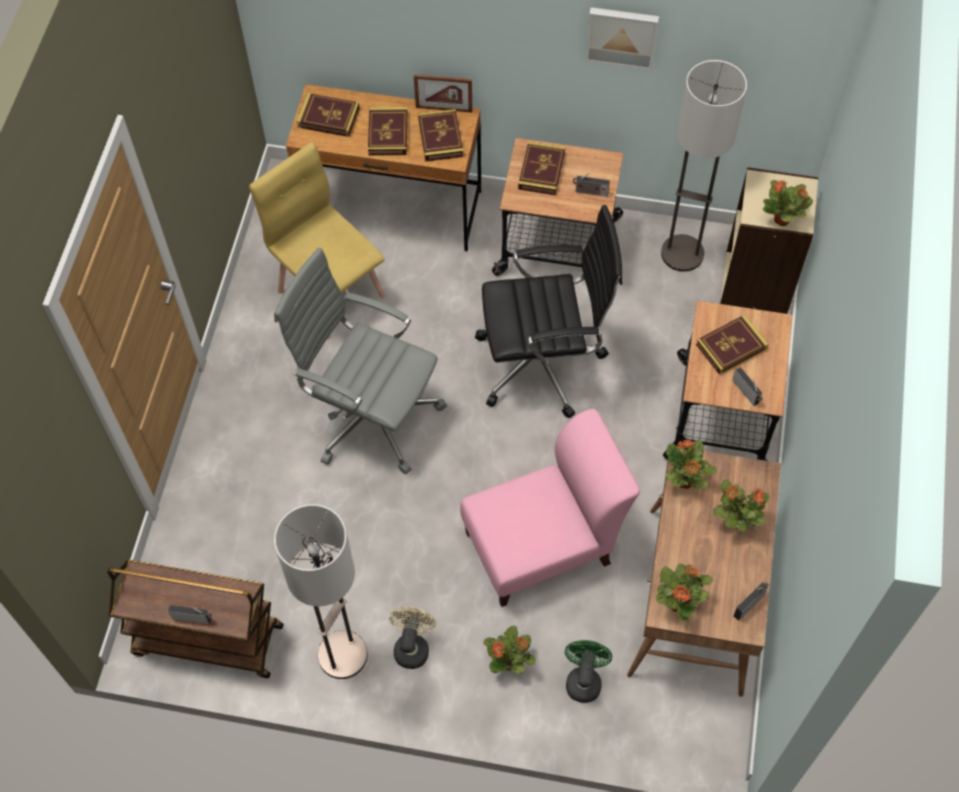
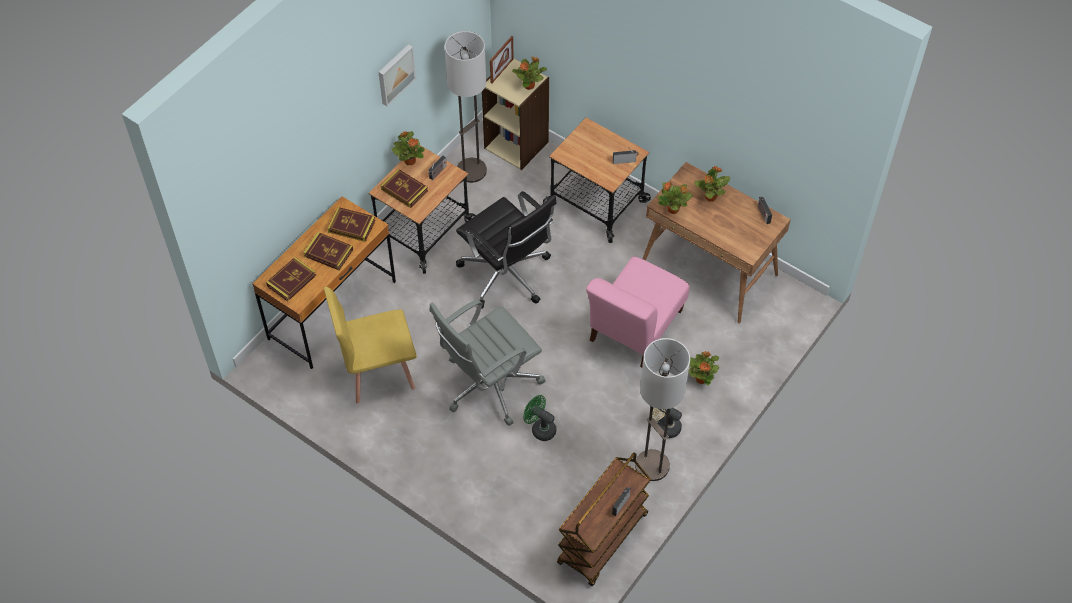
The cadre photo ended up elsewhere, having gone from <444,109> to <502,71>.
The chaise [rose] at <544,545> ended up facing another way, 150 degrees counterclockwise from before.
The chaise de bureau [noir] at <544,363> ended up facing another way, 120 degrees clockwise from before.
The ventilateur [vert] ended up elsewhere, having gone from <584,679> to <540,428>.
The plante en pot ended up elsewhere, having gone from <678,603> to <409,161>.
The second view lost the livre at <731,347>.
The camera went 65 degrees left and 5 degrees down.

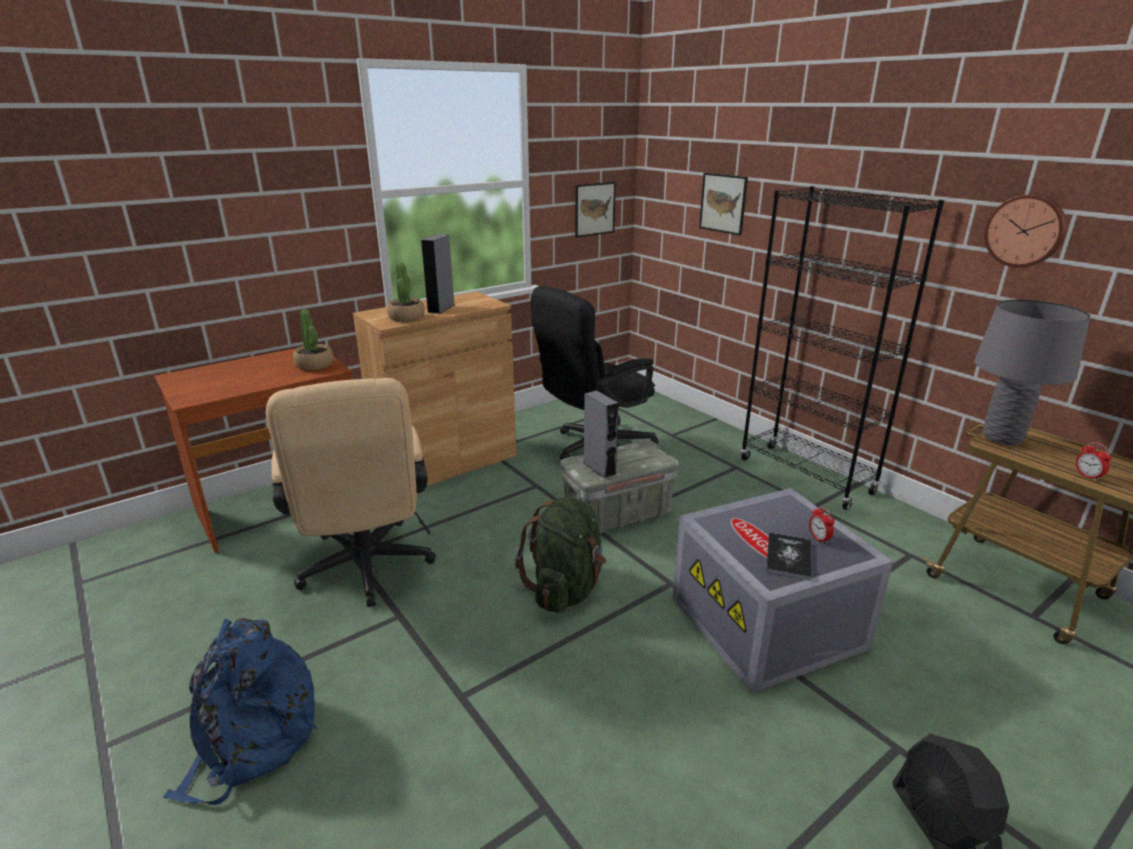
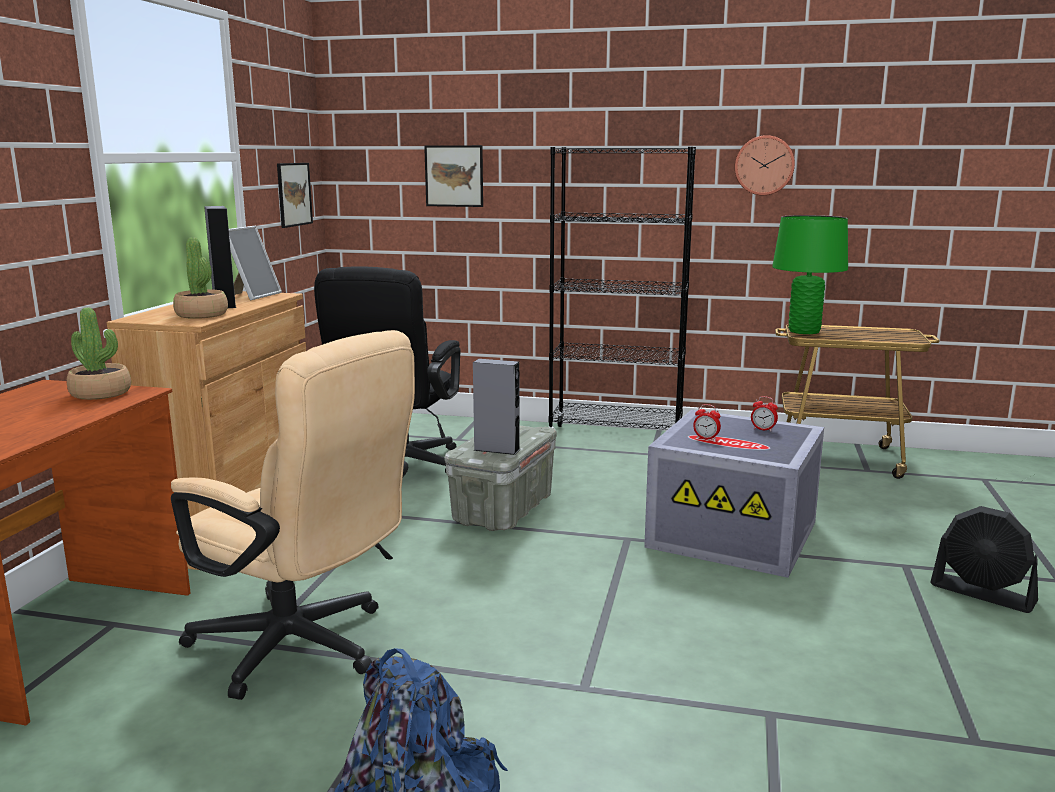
The second view lost the sac à dos [vert] at <565,589>.
The second view lost the livre at <788,557>.
What was the lampe de table [gris] at <1002,438> turned into the lampe de table [vert] at <804,331>.
The réveil ended up elsewhere, having gone from <1087,476> to <706,438>.
The second view gained the cadre photo at <253,295>.
The camera went 40 degrees left and 10 degrees down.

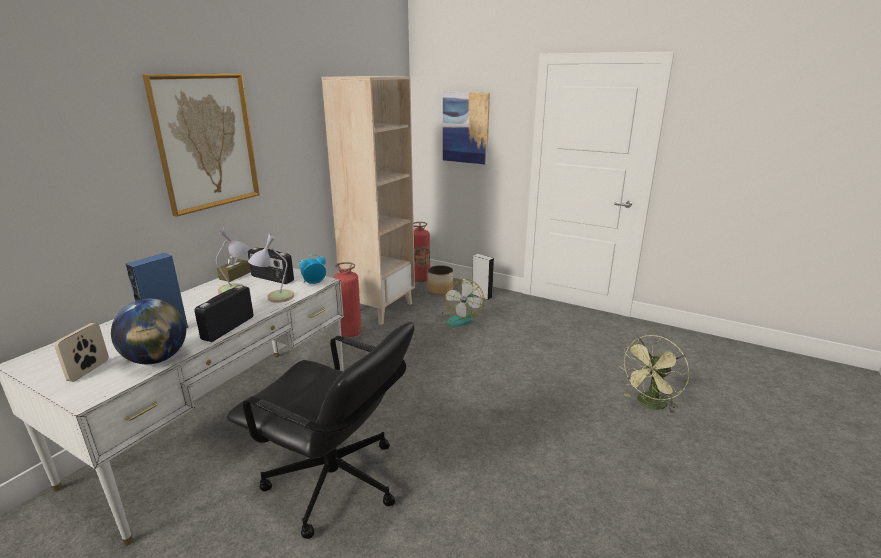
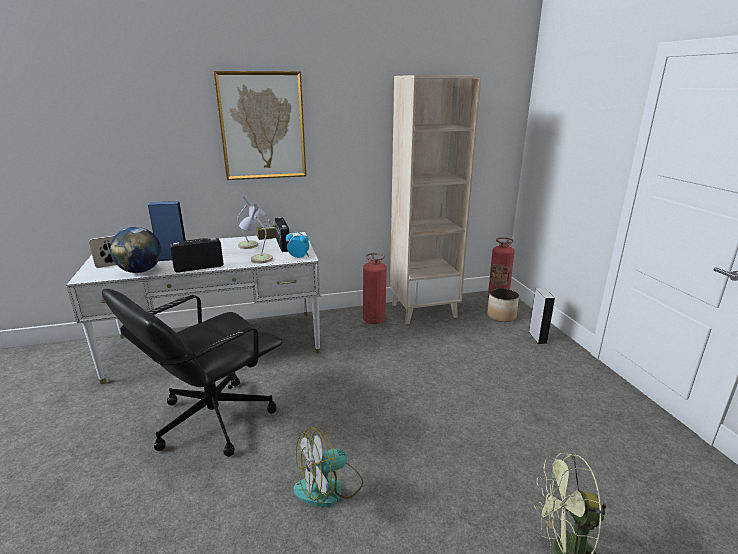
The chaise de bureau [noir] at <334,483> ended up facing another way, 60 degrees clockwise from before.
The ventilateur ended up elsewhere, having gone from <461,318> to <329,487>.
The second view lost the tableau at <465,128>.
The camera went 45 degrees right and 0 degrees up.

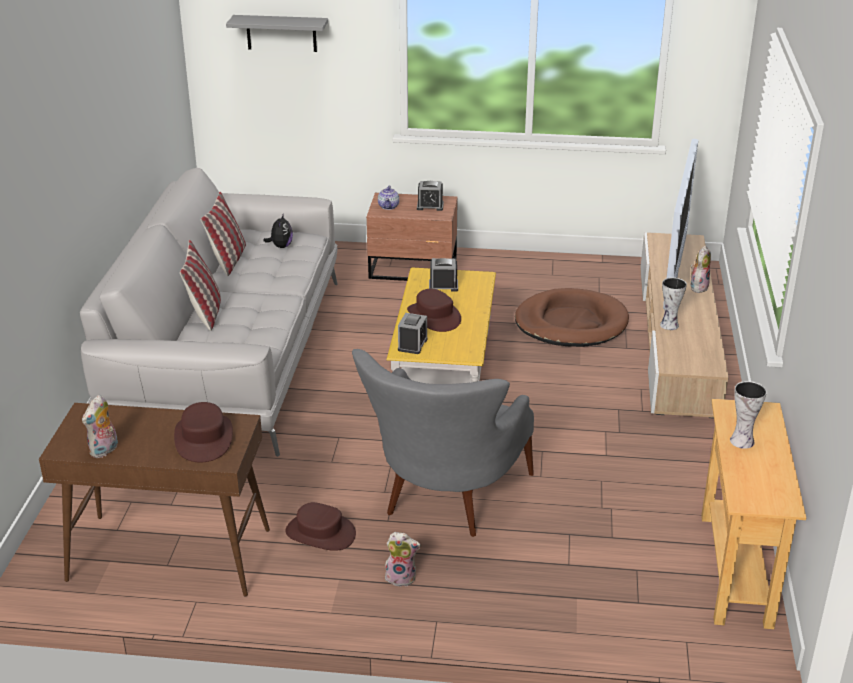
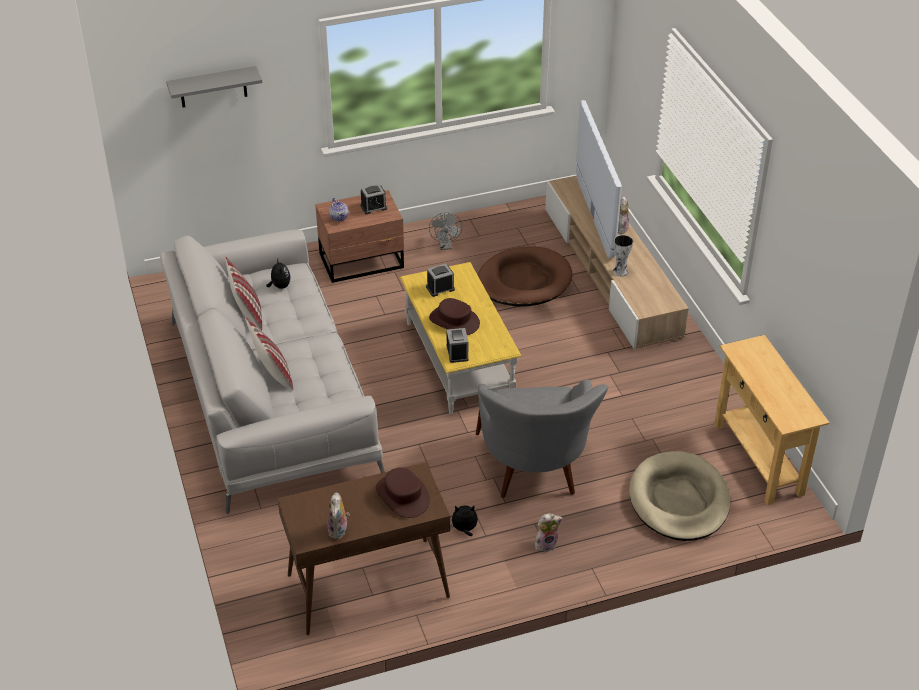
Where the chapeau [marron] stood at <320,533>, the peluche came to stand at <464,529>.
The second view lost the vase at <741,440>.
The second view gained the ventilateur [gris] at <445,246>.
The second view gained the panier pour chien [beige] at <679,500>.
The camera went 25 degrees left and 10 degrees up.

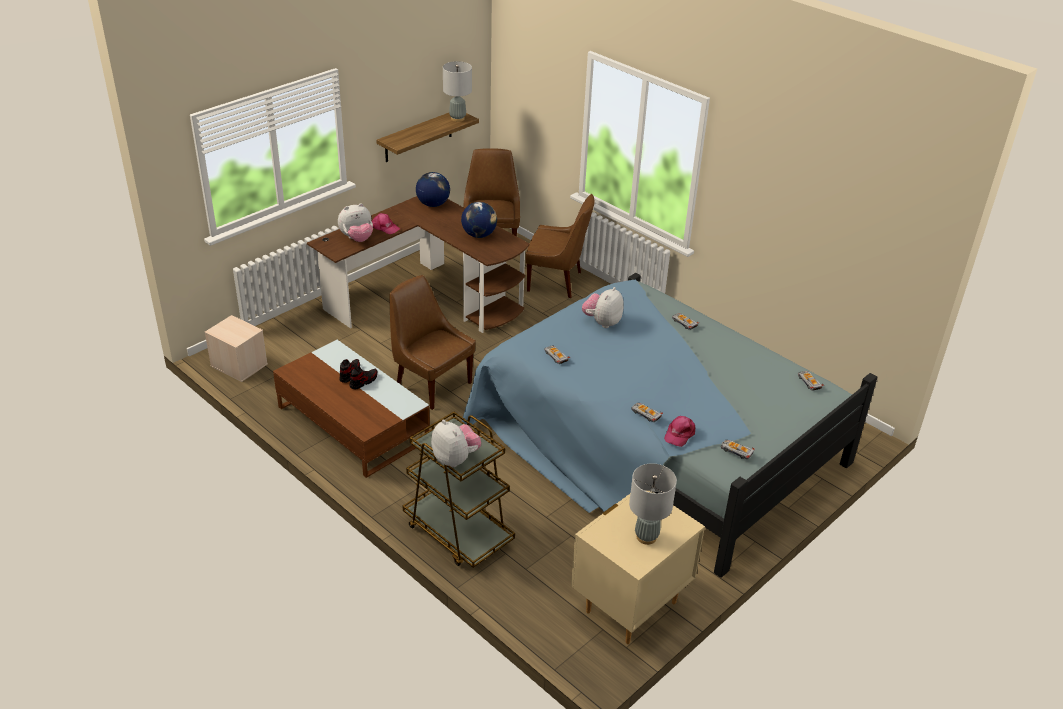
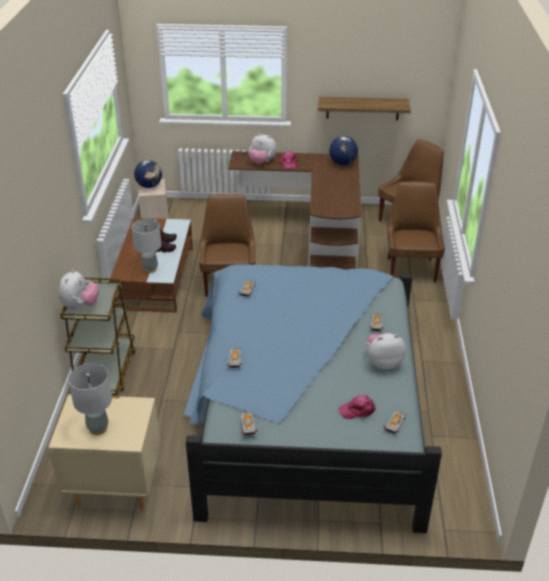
The lampe de table [gris] ended up elsewhere, having gone from <457,118> to <150,269>.
The globe ended up elsewhere, having gone from <479,235> to <149,186>.
The chaise [marron] at <557,282> ended up facing another way, 150 degrees counterclockwise from before.
The peluche ended up elsewhere, having gone from <602,322> to <383,362>.
The casquette [rose] ended up elsewhere, having gone from <679,434> to <358,410>.
The camera went 50 degrees right and 0 degrees up.

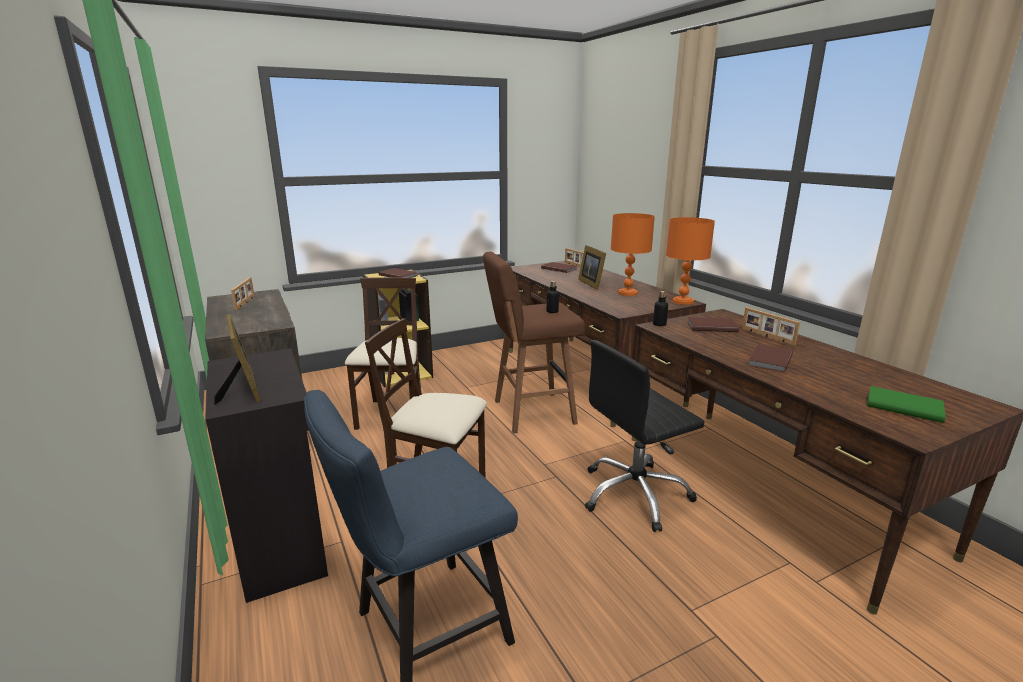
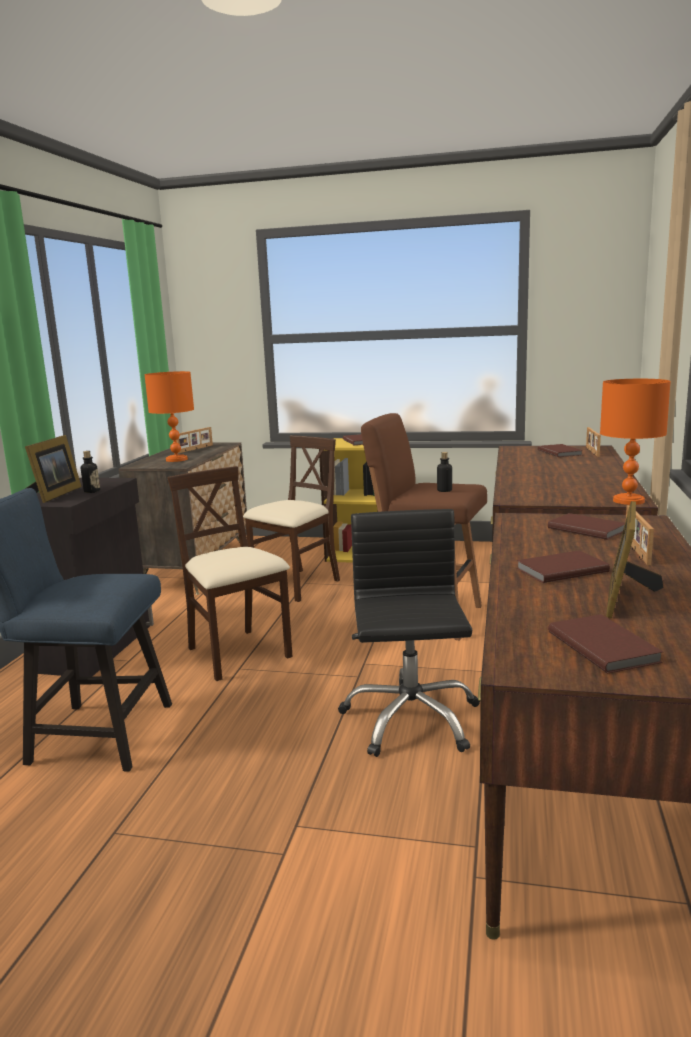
The cadre photo ended up elsewhere, having gone from <592,283> to <626,597>.
The chaise de bureau [noir] at <635,494> ended up facing another way, 75 degrees clockwise from before.
The lampe de table [orange] ended up elsewhere, having gone from <627,293> to <176,459>.
The bouteille ended up elsewhere, having gone from <659,324> to <92,491>.
What was the livre [vert] at <903,406> turned into the livre [marron] at <604,646>.
The camera went 40 degrees right and 5 degrees down.

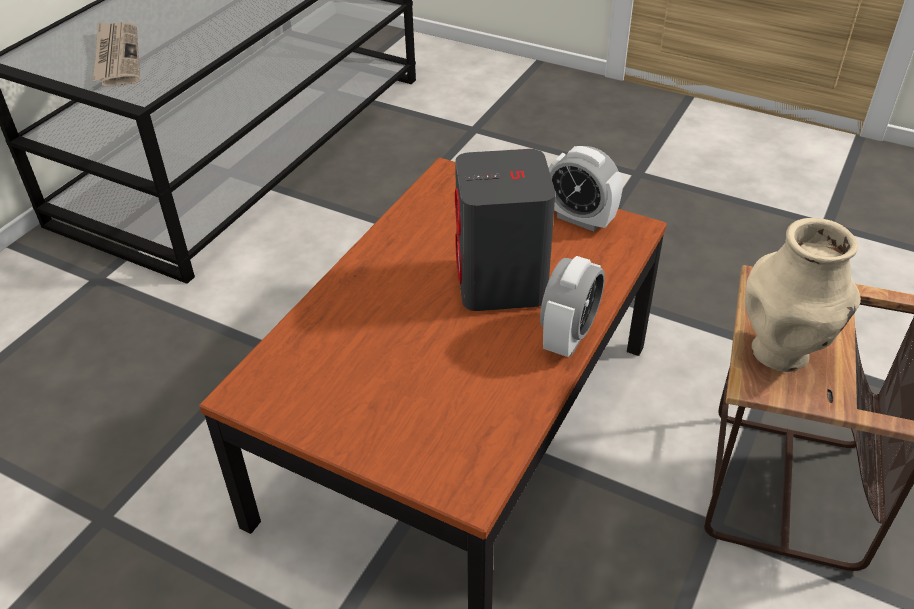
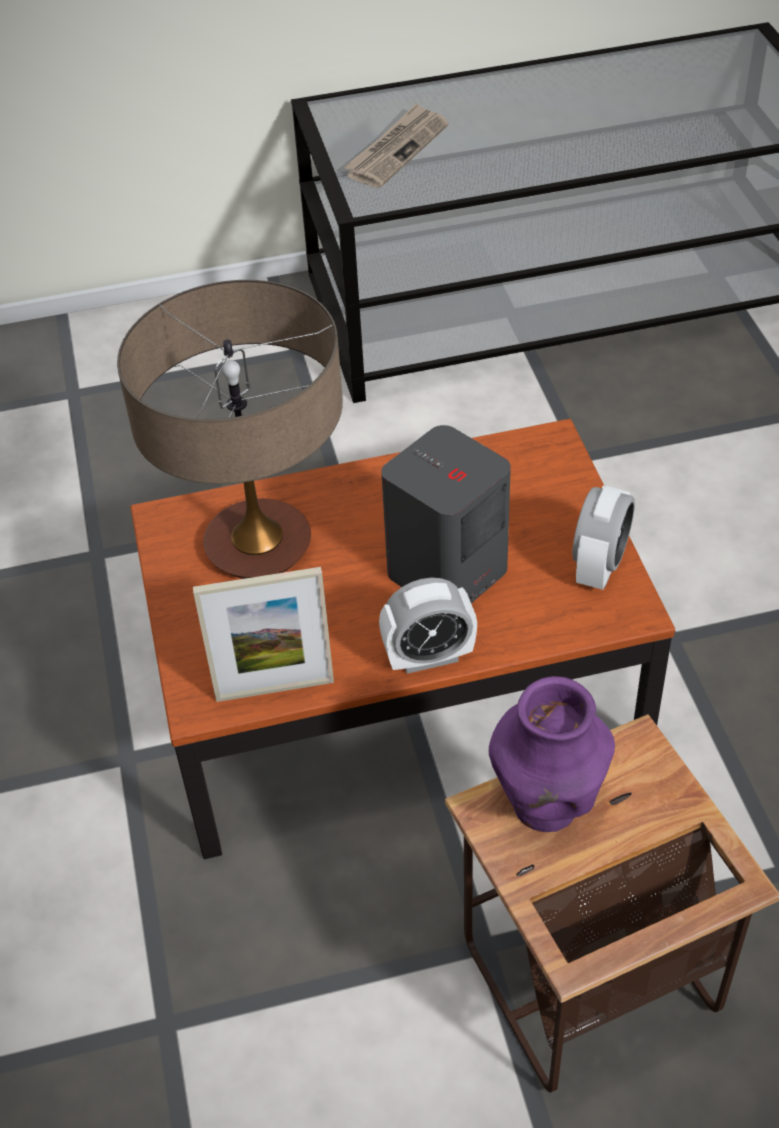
The réveil at <580,219> ended up facing another way, 150 degrees counterclockwise from before.
What was the vase [beige] at <782,352> turned into the vase [violet] at <546,806>.
The second view gained the lampe de table at <258,546>.
The second view gained the cadre photo at <275,689>.
The camera went 50 degrees right and 5 degrees up.

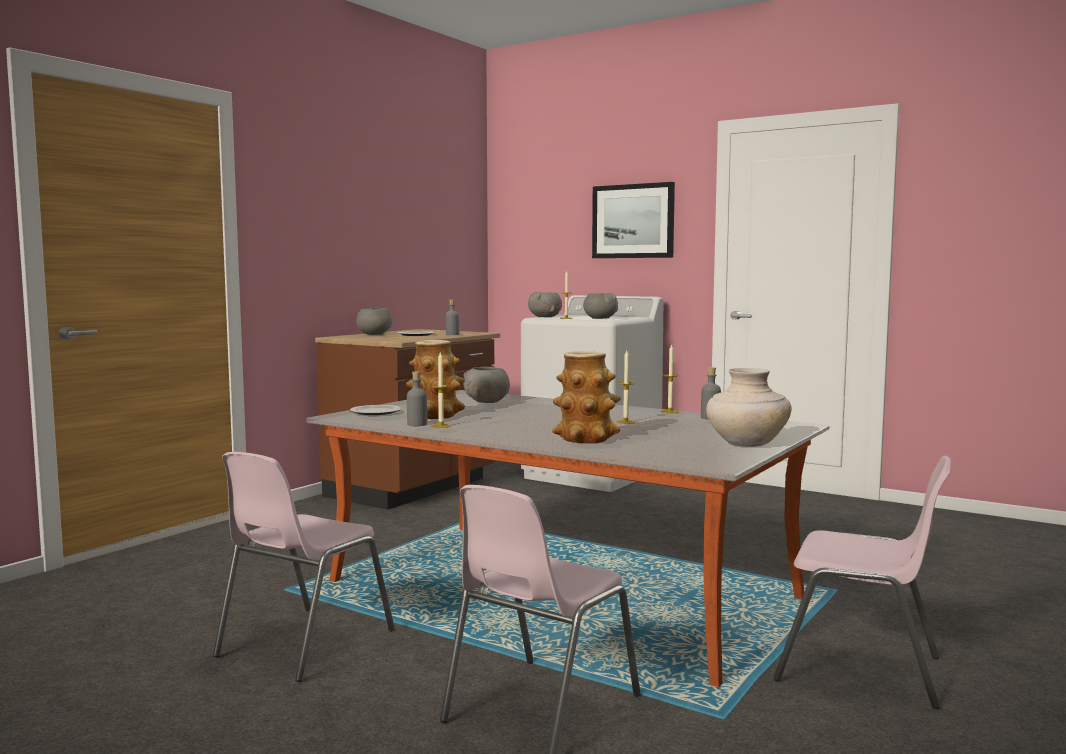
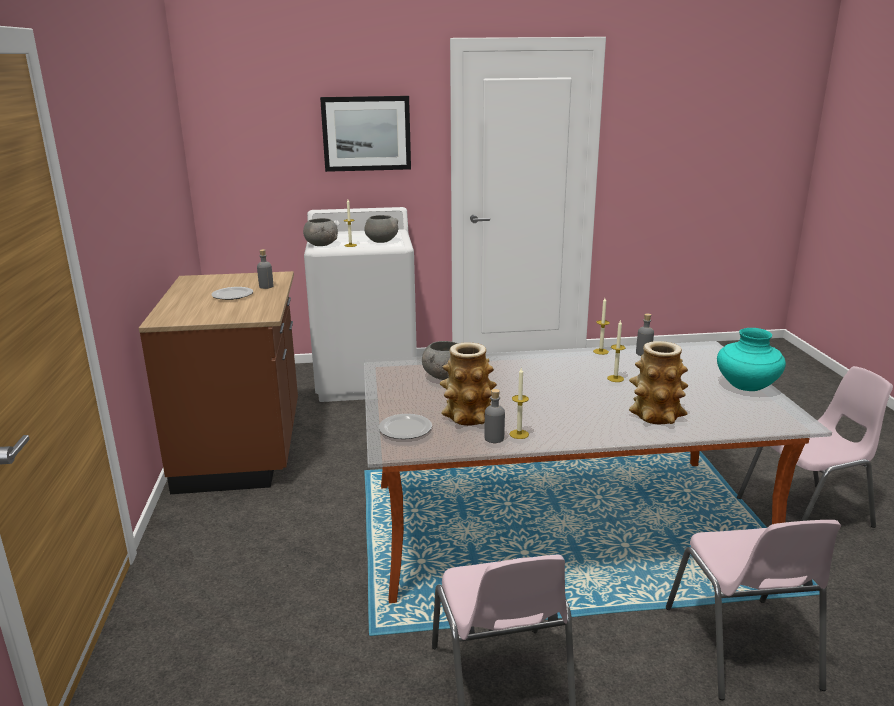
The second view lost the bol [gris] at <374,334>.
What was the vase [beige] at <746,444> turned into the vase [turquoise] at <746,386>.
The camera went 40 degrees left and 15 degrees up.

